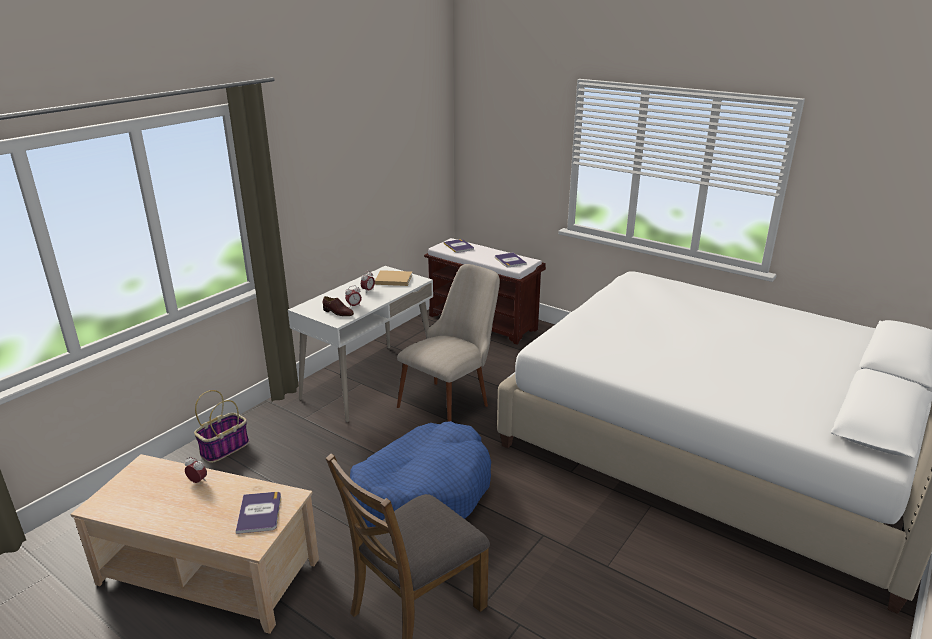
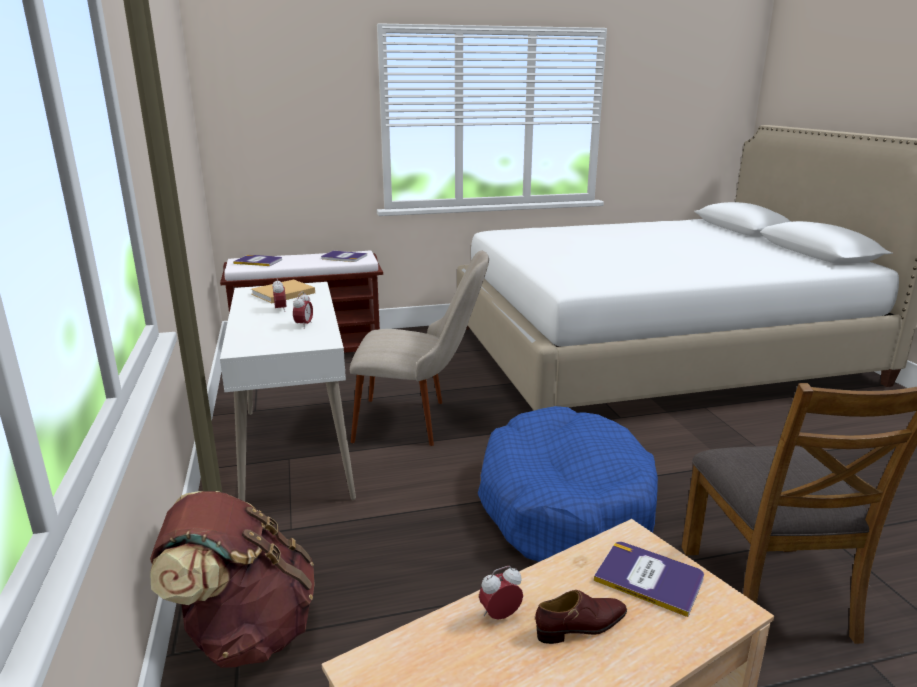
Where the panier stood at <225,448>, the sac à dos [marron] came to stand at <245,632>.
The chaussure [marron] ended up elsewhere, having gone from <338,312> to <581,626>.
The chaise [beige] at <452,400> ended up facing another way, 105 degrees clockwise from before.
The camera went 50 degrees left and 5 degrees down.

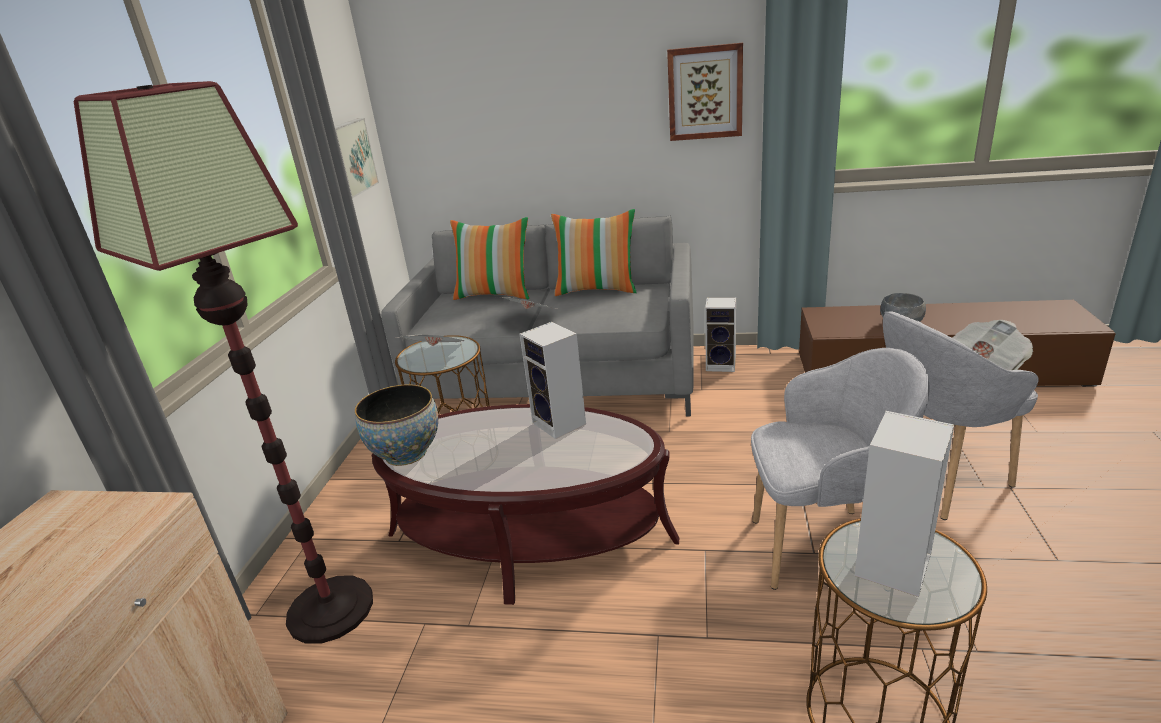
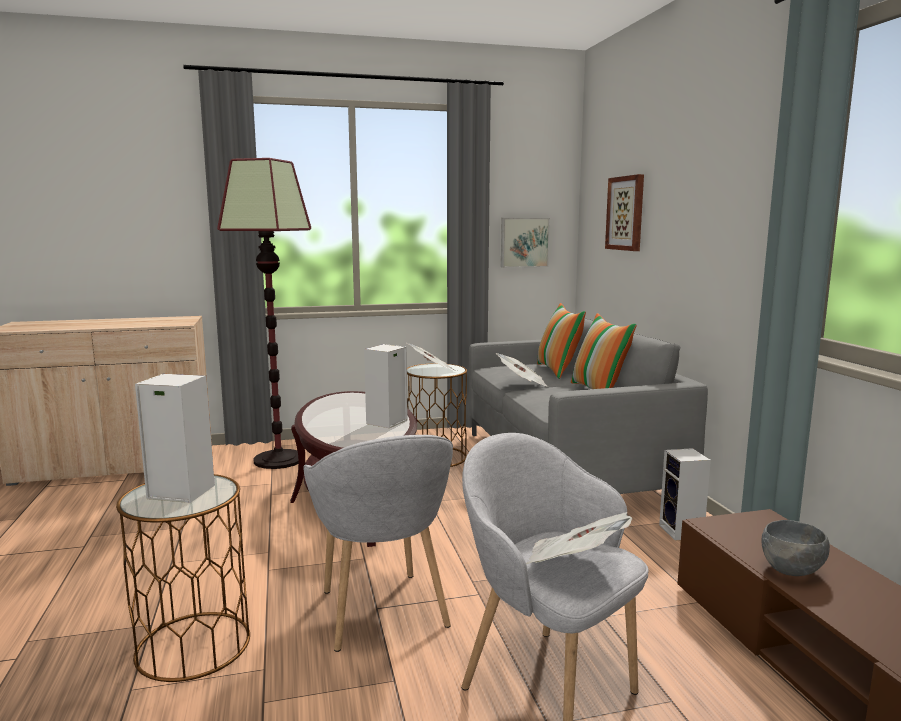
The second view lost the bol at <406,453>.
The tableau ended up elsewhere, having gone from <705,92> to <626,213>.
The camera went 65 degrees right and 15 degrees down.

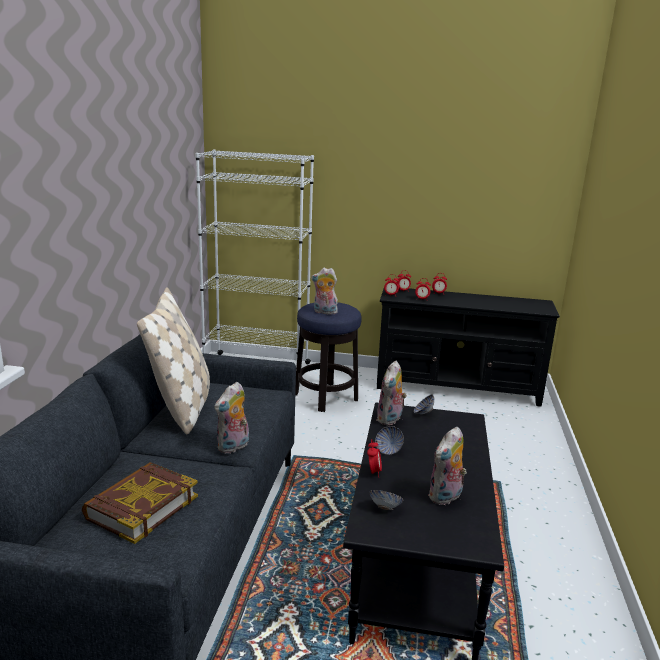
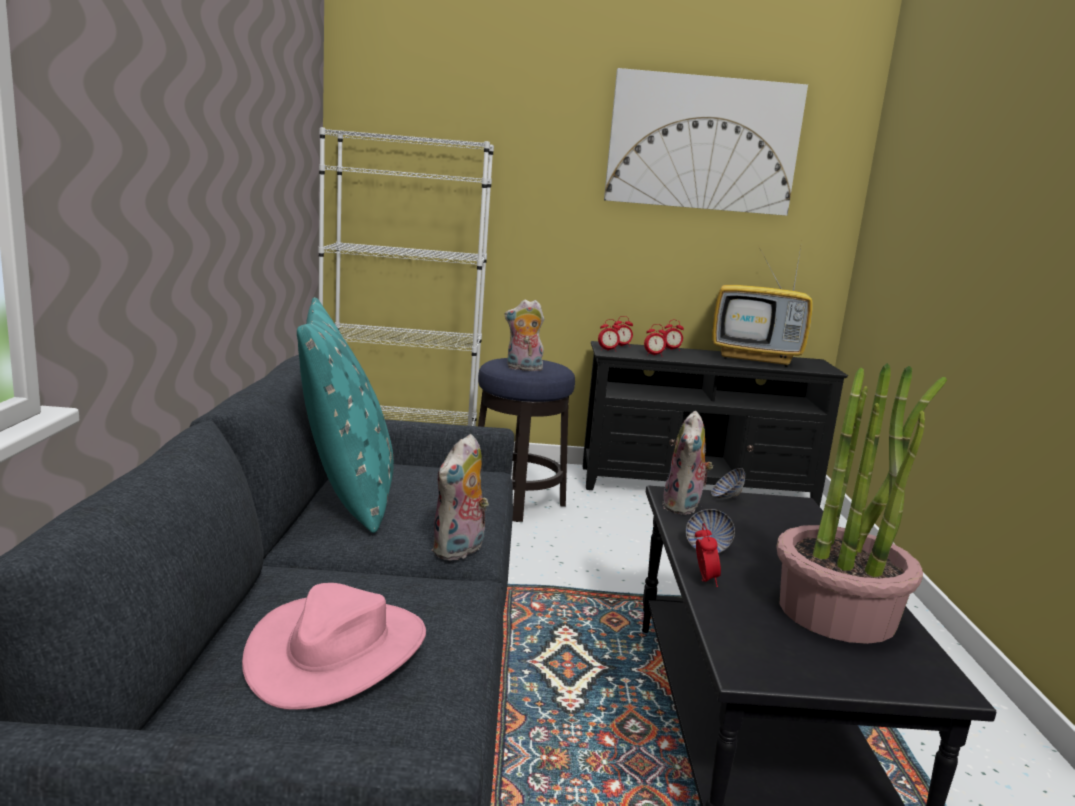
Where the livre stood at <141,507>, the chapeau [rose] came to stand at <337,651>.
What was the coussin [beige] at <182,406> turned into the coussin [turquoise] at <346,493>.
The second view lost the bol at <385,508>.
Where the peluche stood at <446,497>, the plante en pot came to stand at <837,612>.
The second view gained the tableau at <703,143>.
The second view gained the téléviseur at <757,359>.
The camera went 10 degrees left and 5 degrees down.

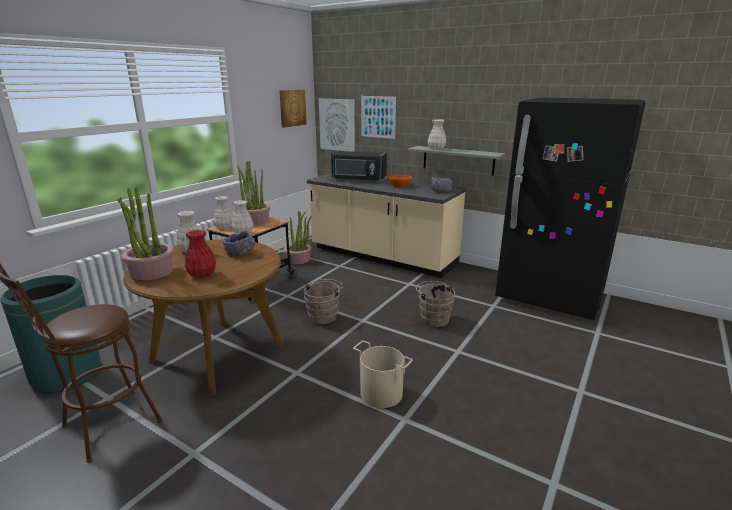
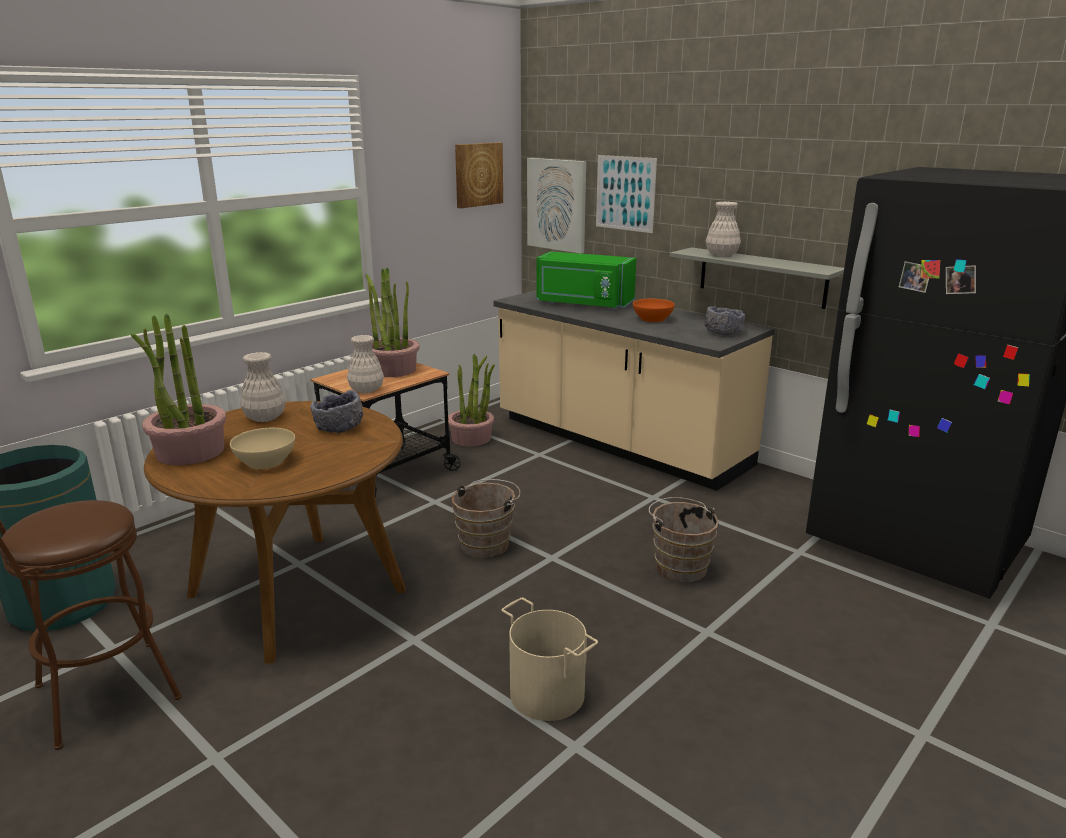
Where the vase [rouge] stood at <202,274>, the bol [beige] came to stand at <266,461>.
The second view lost the vase [blanc] at <225,227>.
What was the micro-ondes [noir] at <358,179> turned into the micro-ondes [vert] at <583,304>.
The camera went 10 degrees right and 0 degrees up.

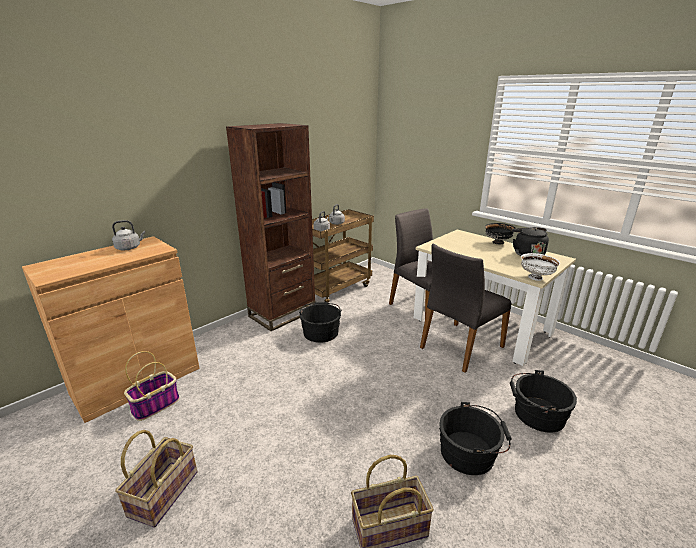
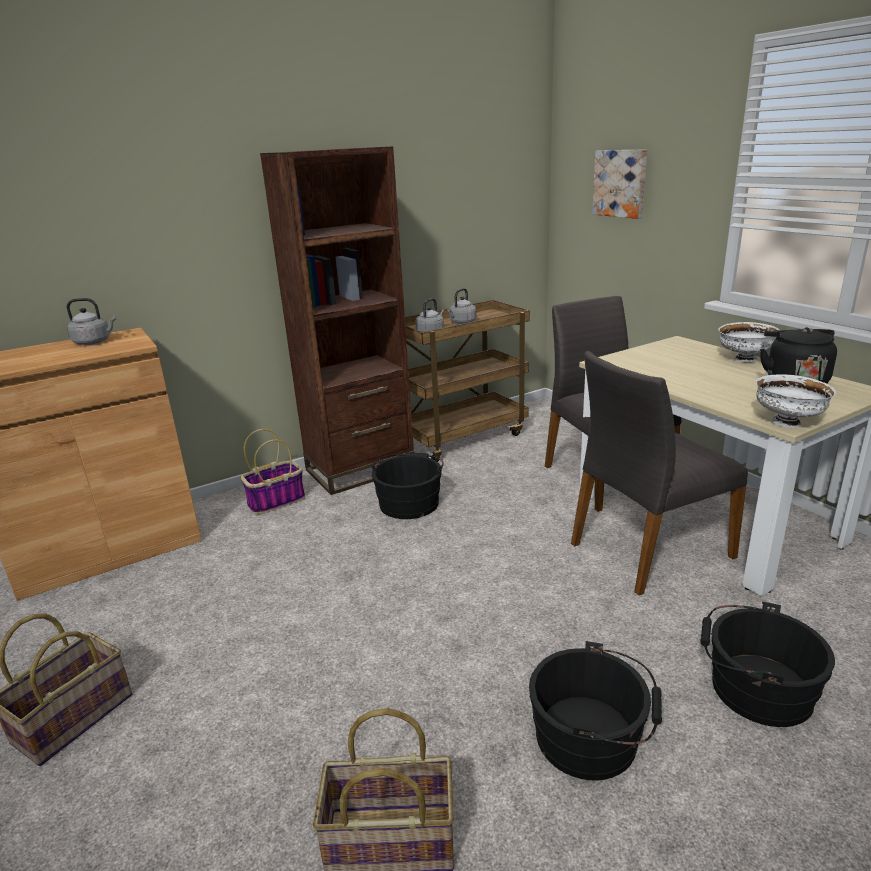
The panier ended up elsewhere, having gone from <156,405> to <277,501>.
What was the bol [noir] at <498,243> turned into the bol [blanc] at <744,360>.
The second view gained the tableau at <621,183>.
The camera went 15 degrees right and 0 degrees up.

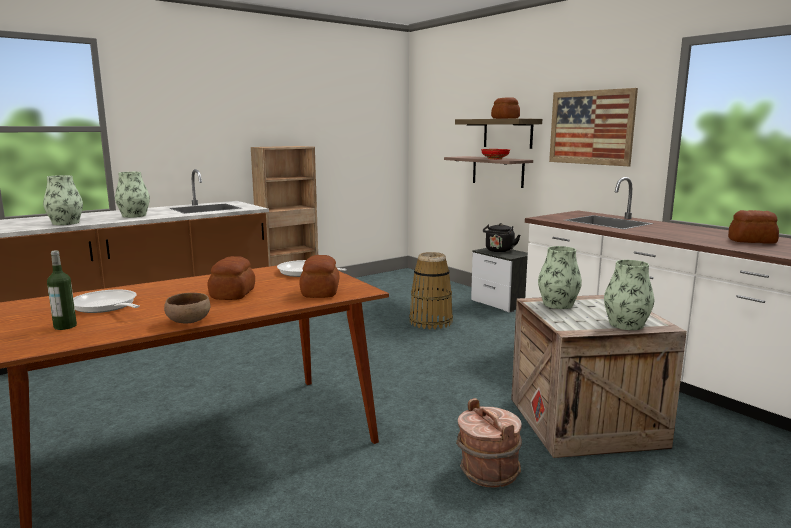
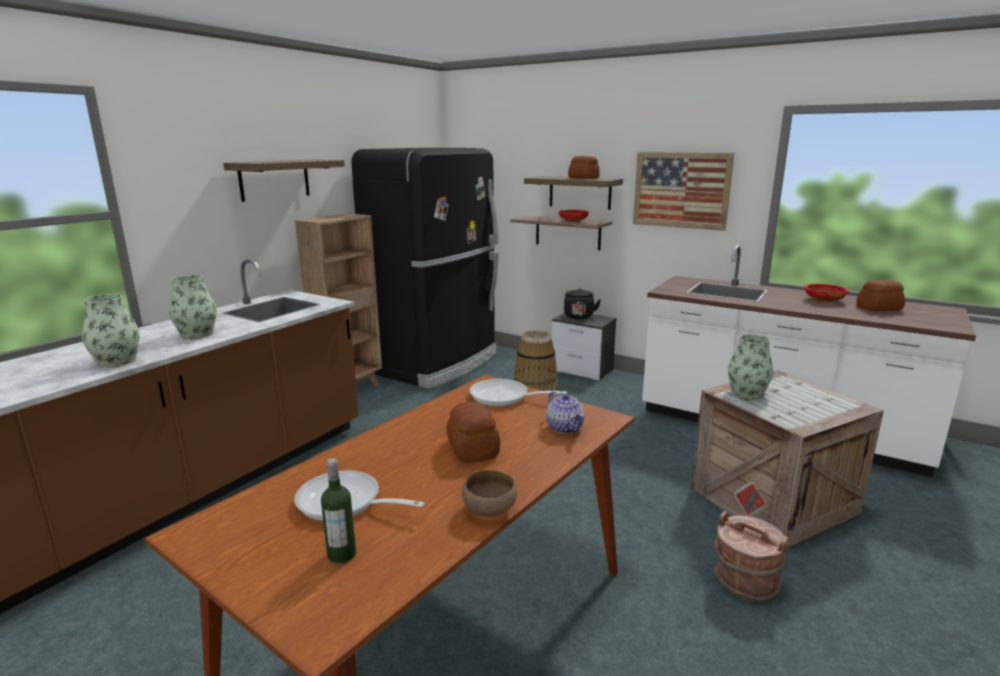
Where the pain stood at <321,292>, the théière came to stand at <565,428>.
The second view lost the vase at <626,324>.
The second view gained the étagère at <274,179>.
The second view gained the réfrigérateur [noir] at <437,363>.
The second view gained the bol [rouge] at <824,300>.
The camera went 20 degrees left and 5 degrees up.

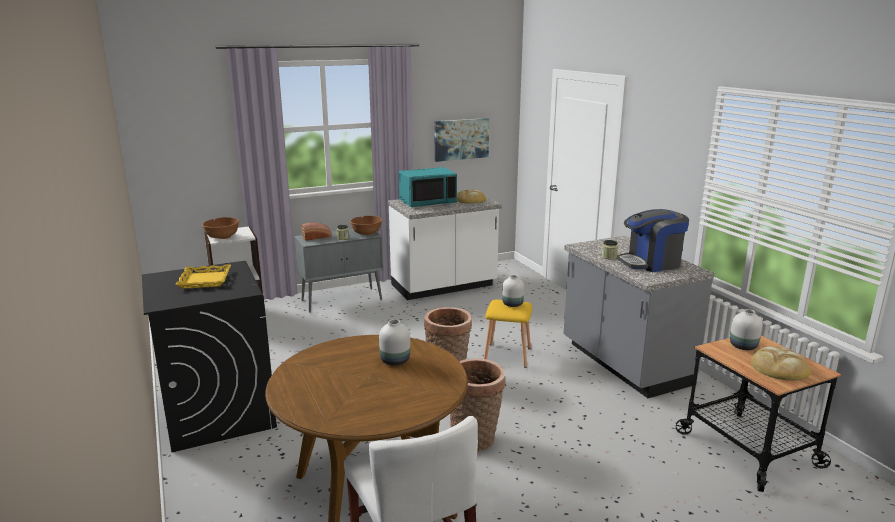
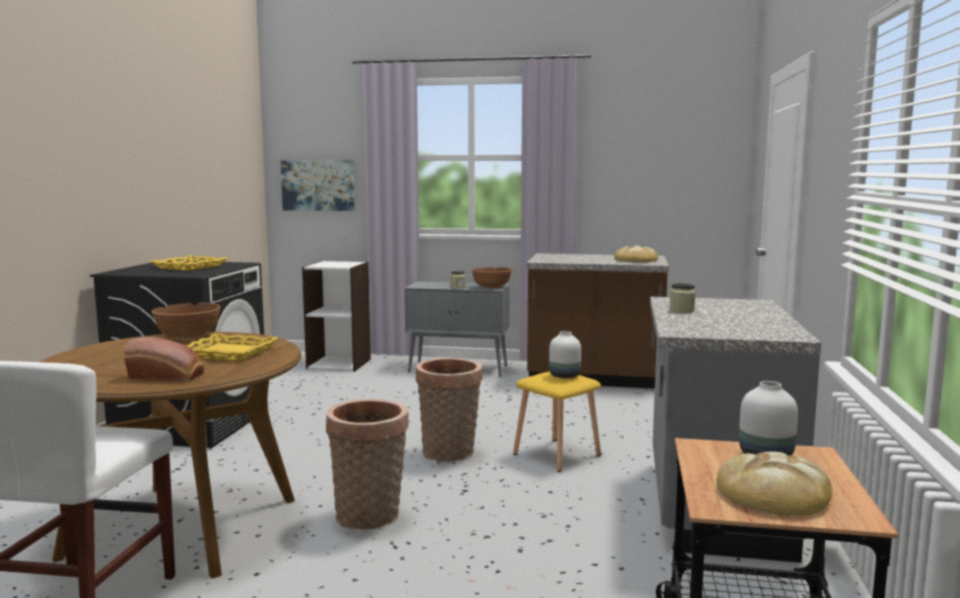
The bol [marron] ended up elsewhere, having gone from <222,237> to <188,337>.
The pain ended up elsewhere, having gone from <317,237> to <168,376>.
Where the vase [blanc] stood at <395,360>, the plateau [jaune] came to stand at <229,352>.
What was the comptoir de cuisine [blanc] at <444,286> turned into the comptoir de cuisine [marron] at <595,379>.
The second view lost the micro-ondes [turquoise] at <427,202>.
The tableau ended up elsewhere, having gone from <461,139> to <318,185>.
The second view lost the machine à café at <651,263>.
The camera went 35 degrees right and 10 degrees down.

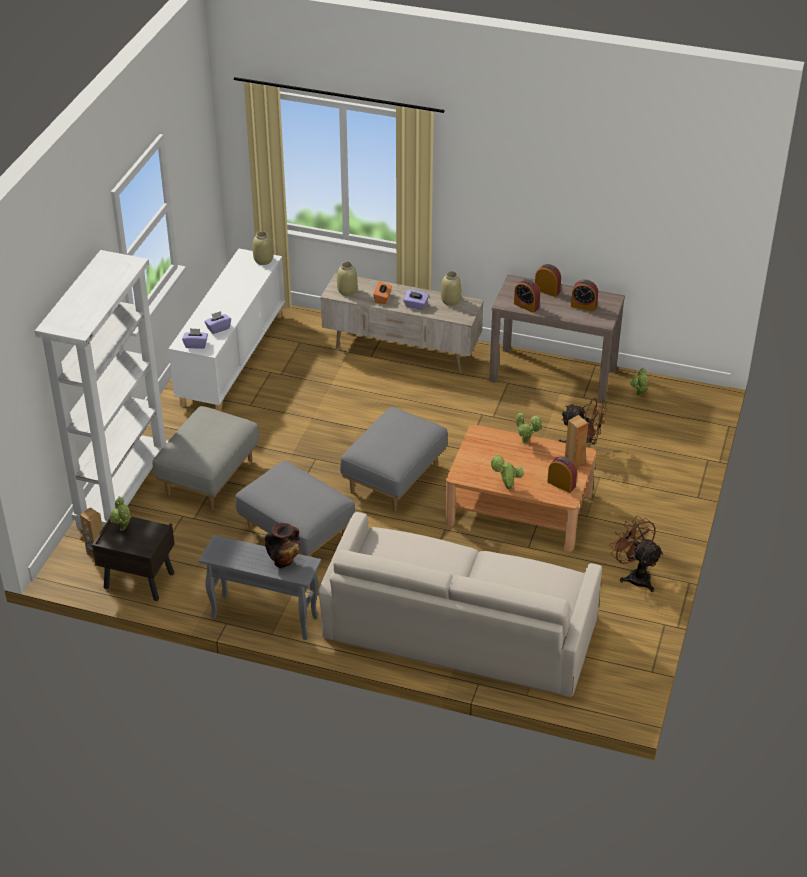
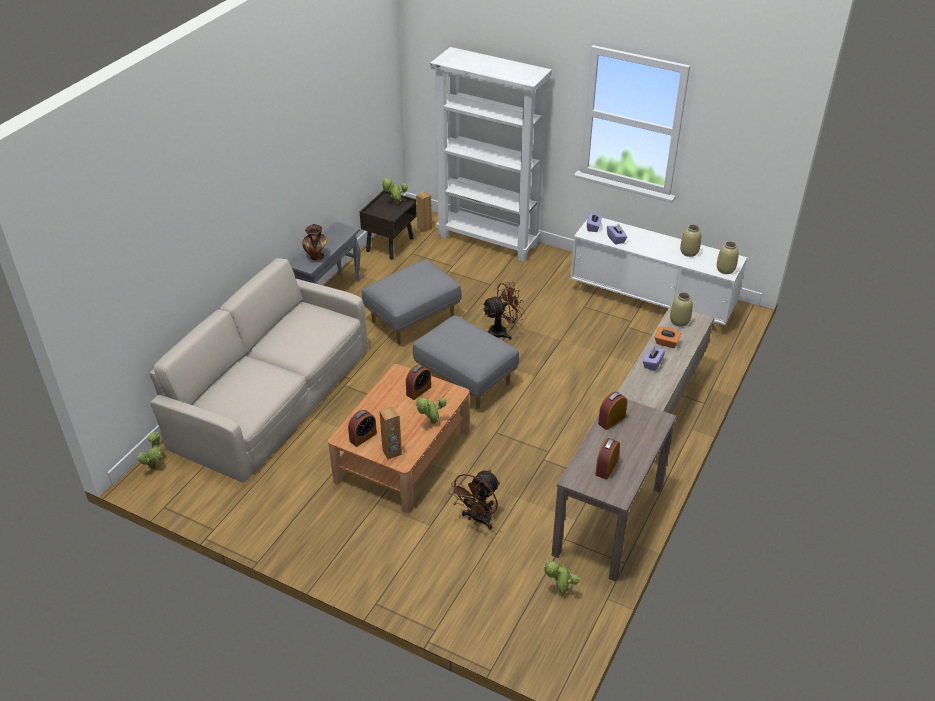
The second view lost the pouf [gris] at <209,477>.
The vase [beige] ended up elsewhere, having gone from <450,301> to <689,252>.
The plante en pot ended up elsewhere, having gone from <506,487> to <155,466>.
The réveil ended up elsewhere, having gone from <547,290> to <418,391>.
The ventilateur [marron] ended up elsewhere, having gone from <635,576> to <502,331>.
The camera went 100 degrees right and 0 degrees up.

